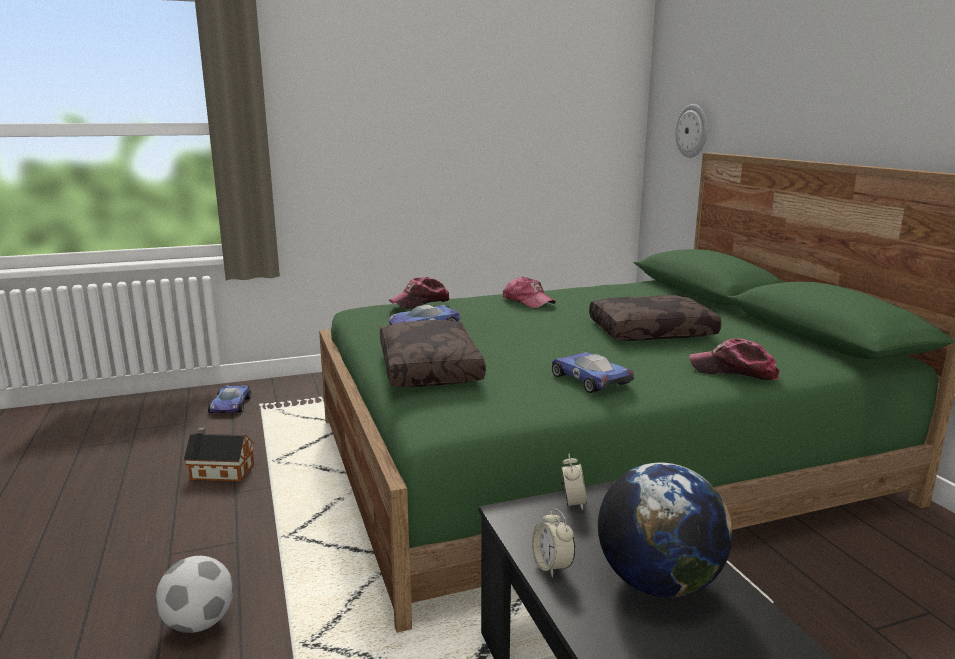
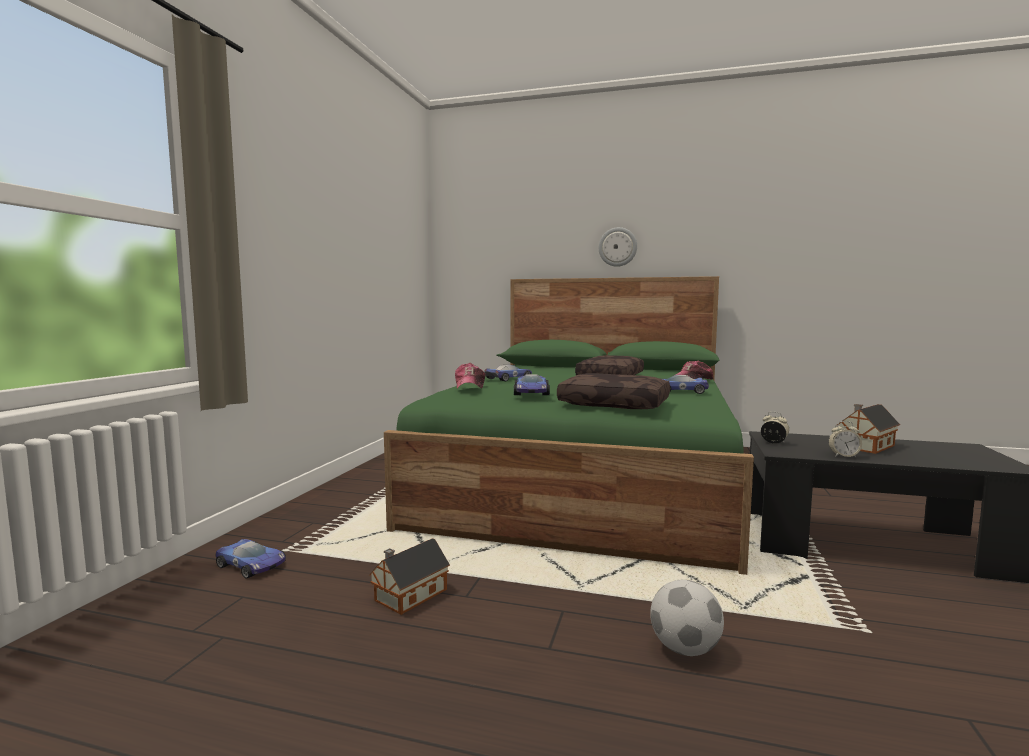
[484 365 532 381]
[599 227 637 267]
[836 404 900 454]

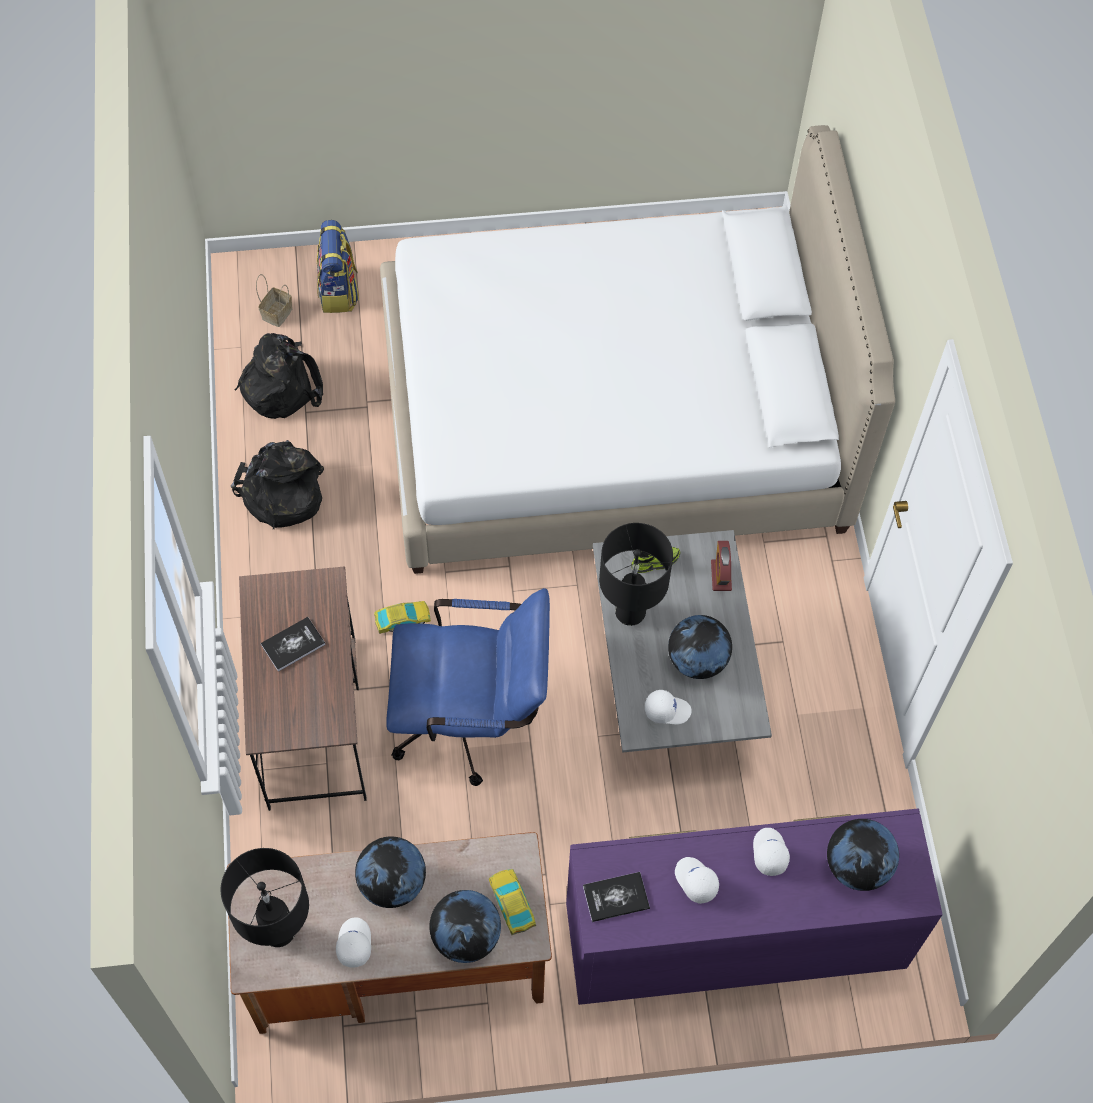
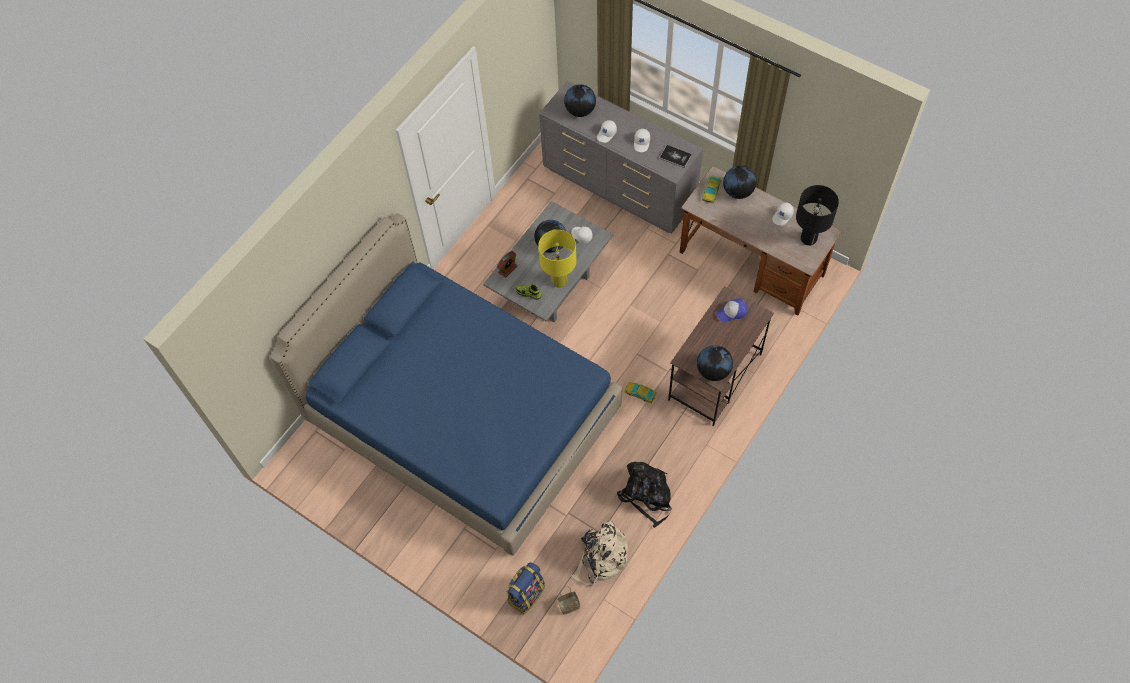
[270 213 622 555]
[538 230 576 288]
[539 81 703 234]
[571 520 629 586]
[697 345 733 381]
[716 298 748 323]
[261 617 326 672] (first image)
[386 588 550 786] (first image)

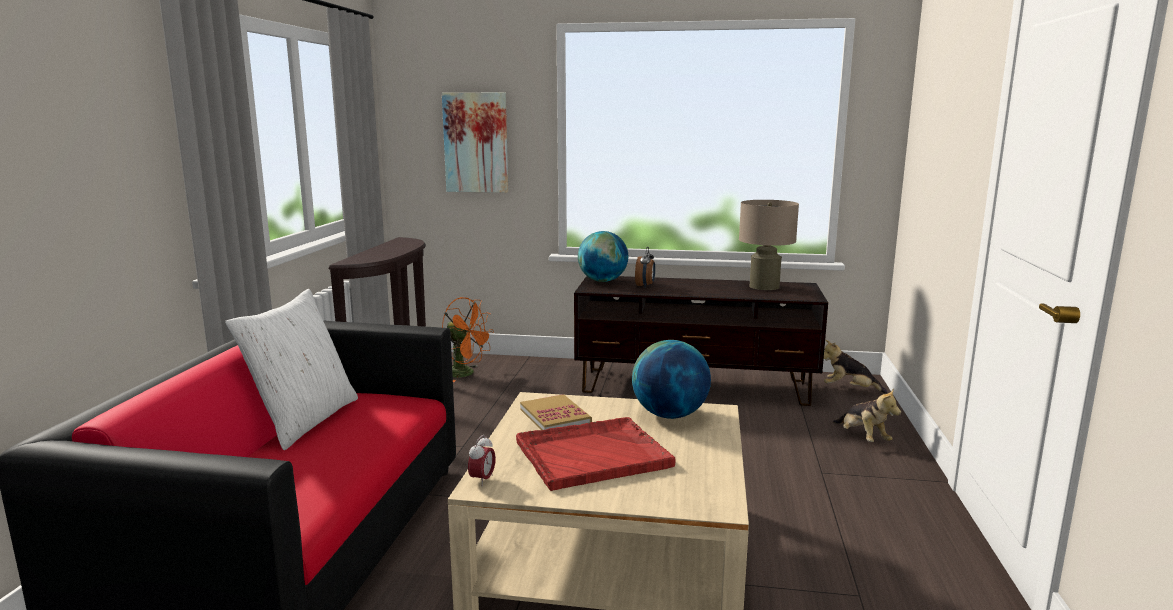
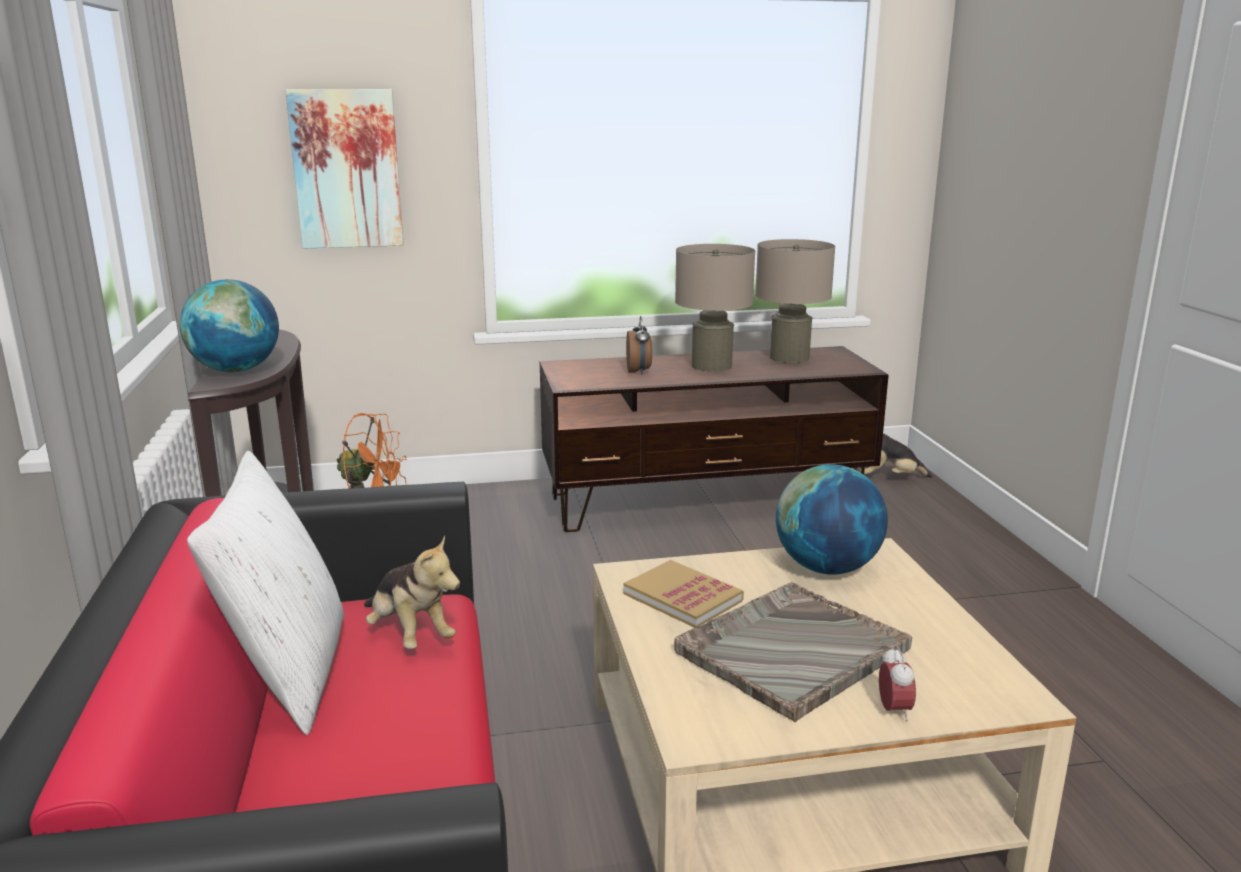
[180 279 279 372]
[364 535 460 649]
[674 582 912 722]
[675 244 755 372]
[879 646 916 721]

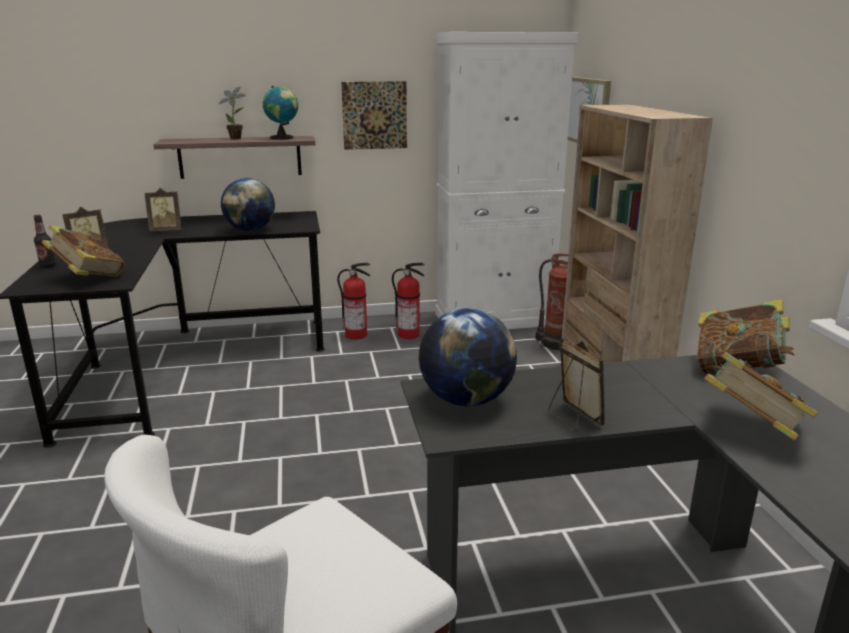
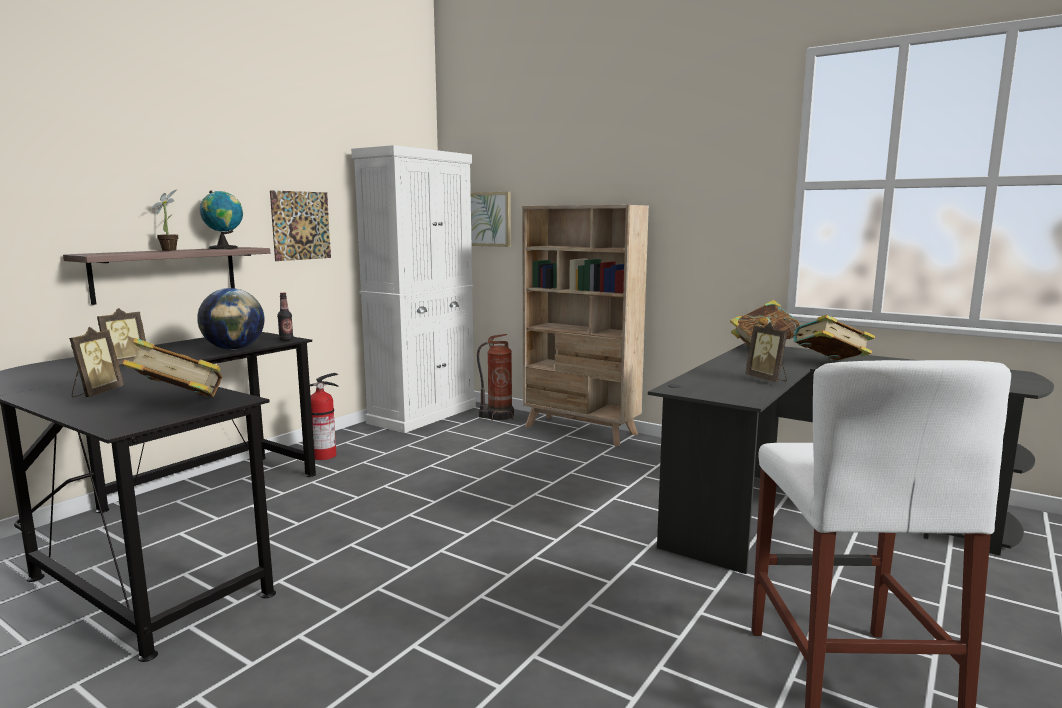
[277 293 293 341]
[745 322 788 382]
[392 263 425 339] (first image)
[419 308 517 406] (first image)

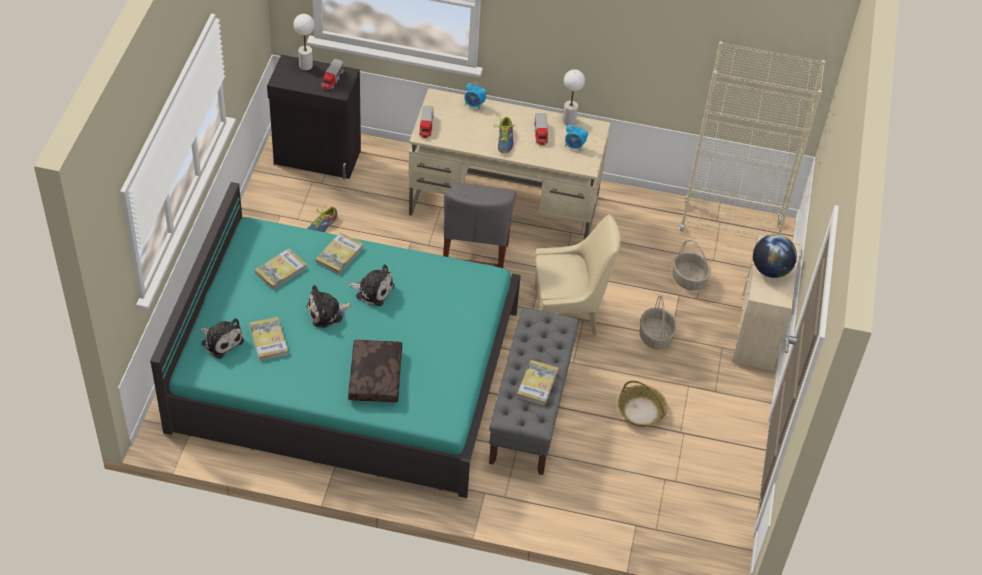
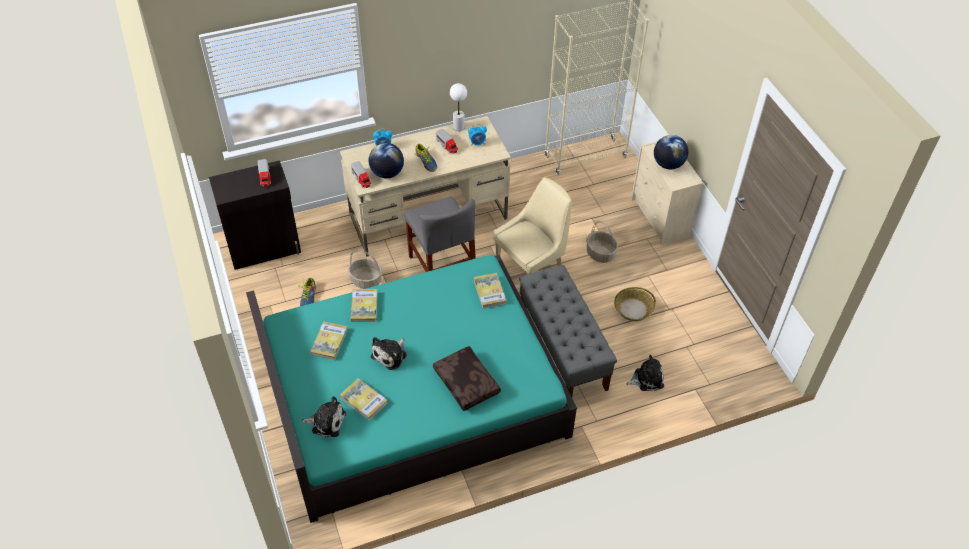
[348 249 382 289]
[369 143 404 178]
[473 273 506 308]
[626 355 664 391]
[293 14 315 70] (first image)

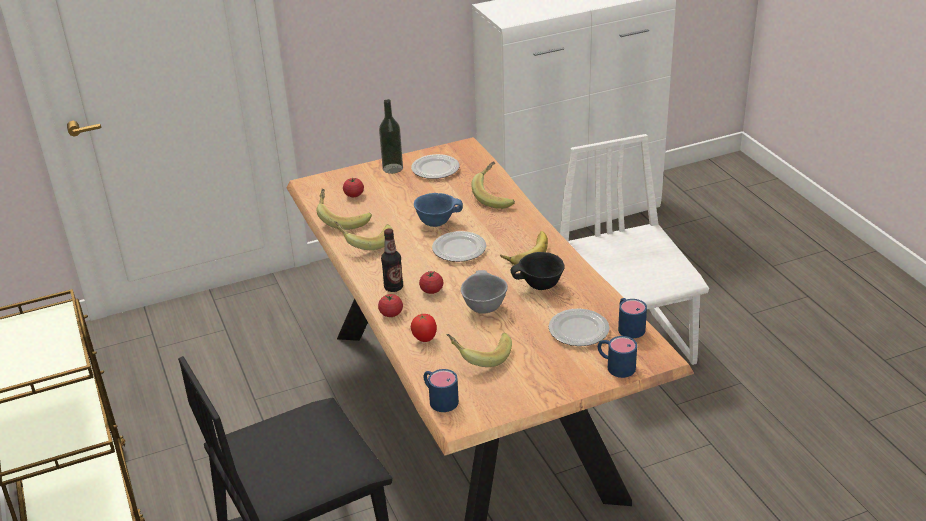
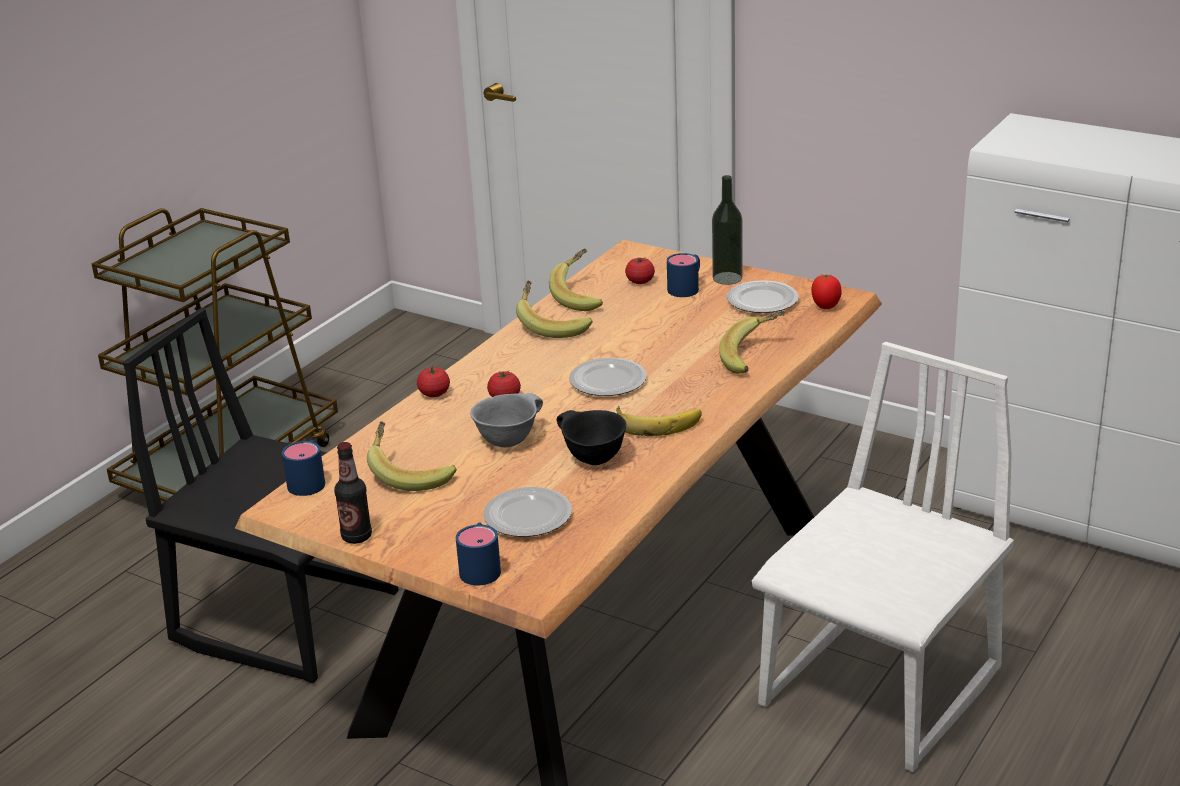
[334 442 372 544]
[667 253 700 297]
[811 274 842 309]
[414 193 463 227] (first image)

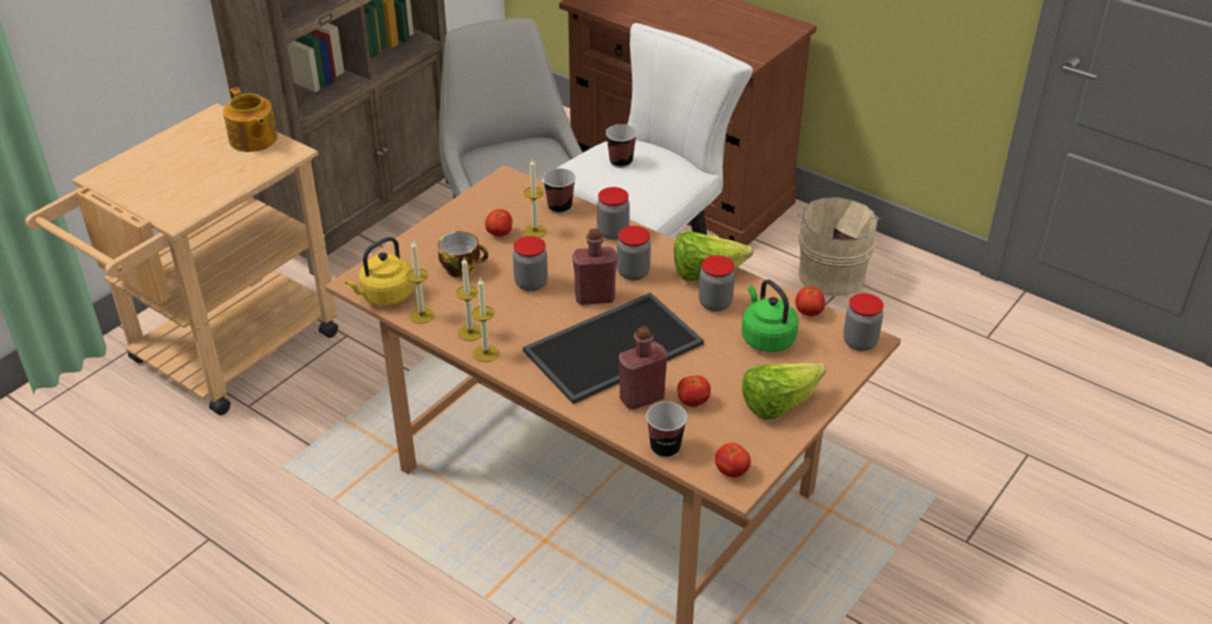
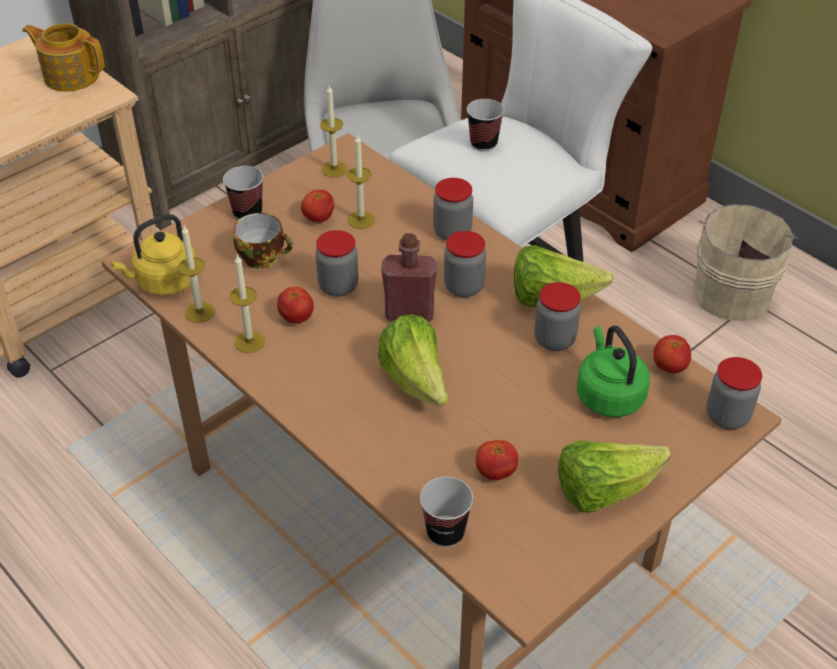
[22 23 105 92]
[223 166 263 220]
[277 287 314 324]
[320 86 348 177]
[378 314 448 406]
[619 327 668 410] (first image)

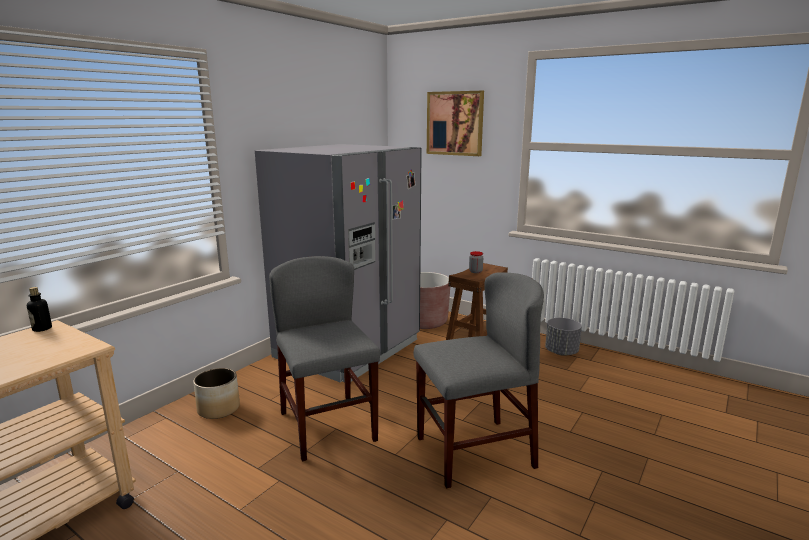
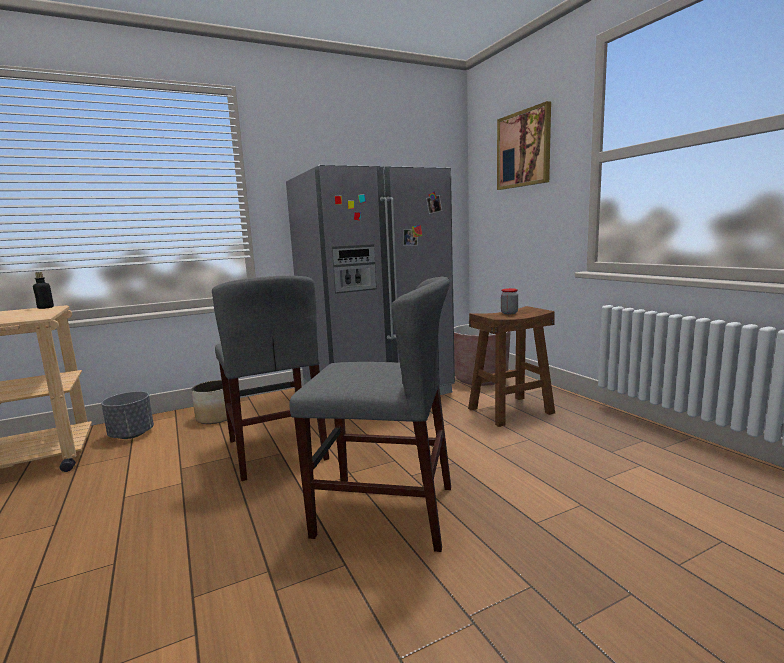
[101 391 154 439]
[212 276 329 481]

